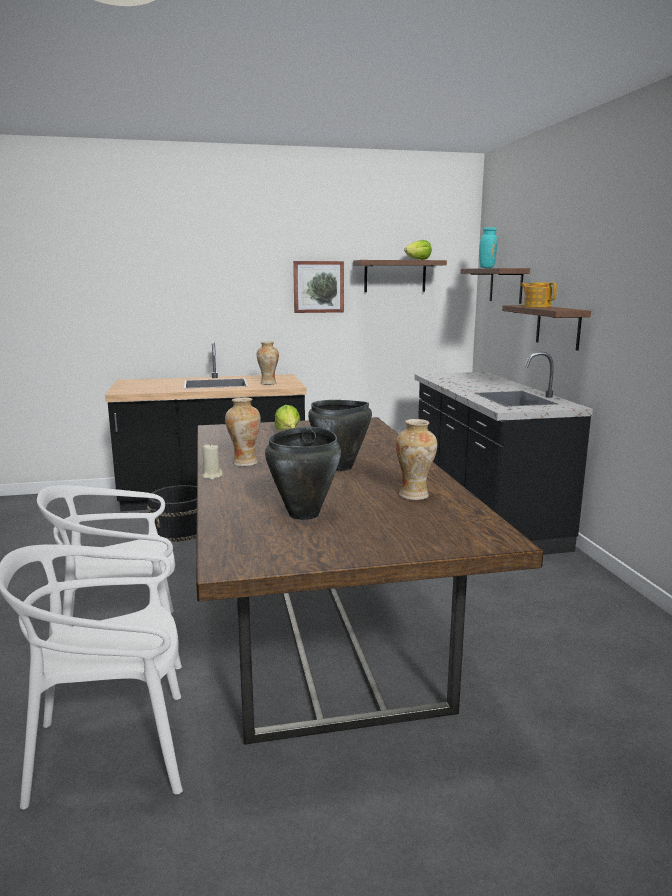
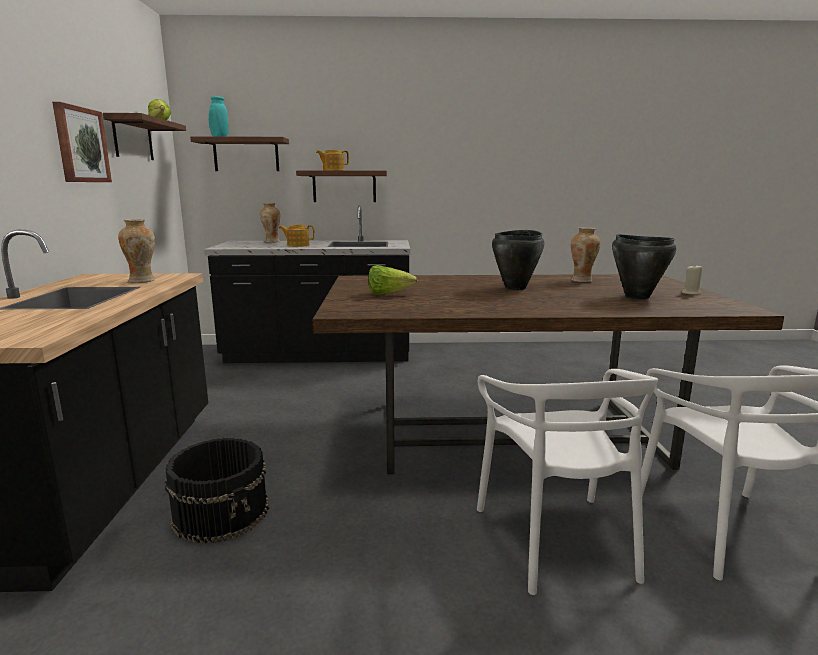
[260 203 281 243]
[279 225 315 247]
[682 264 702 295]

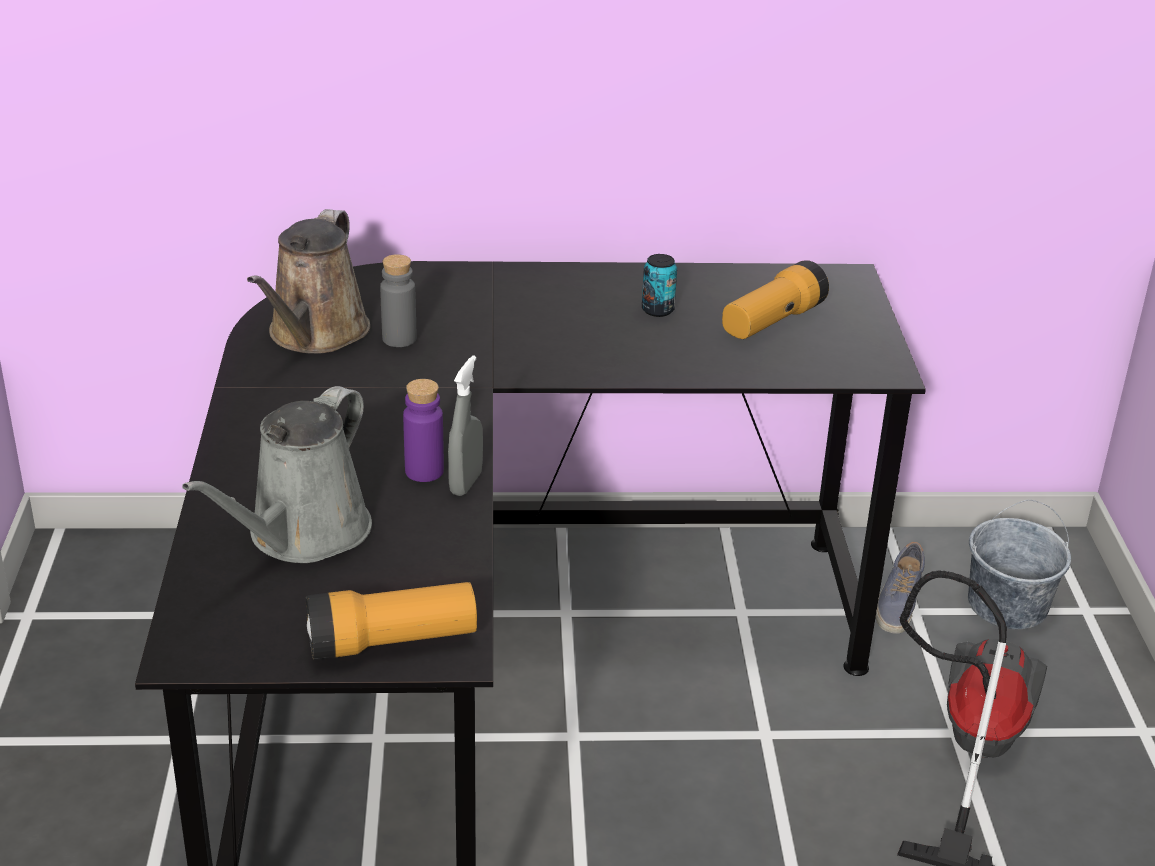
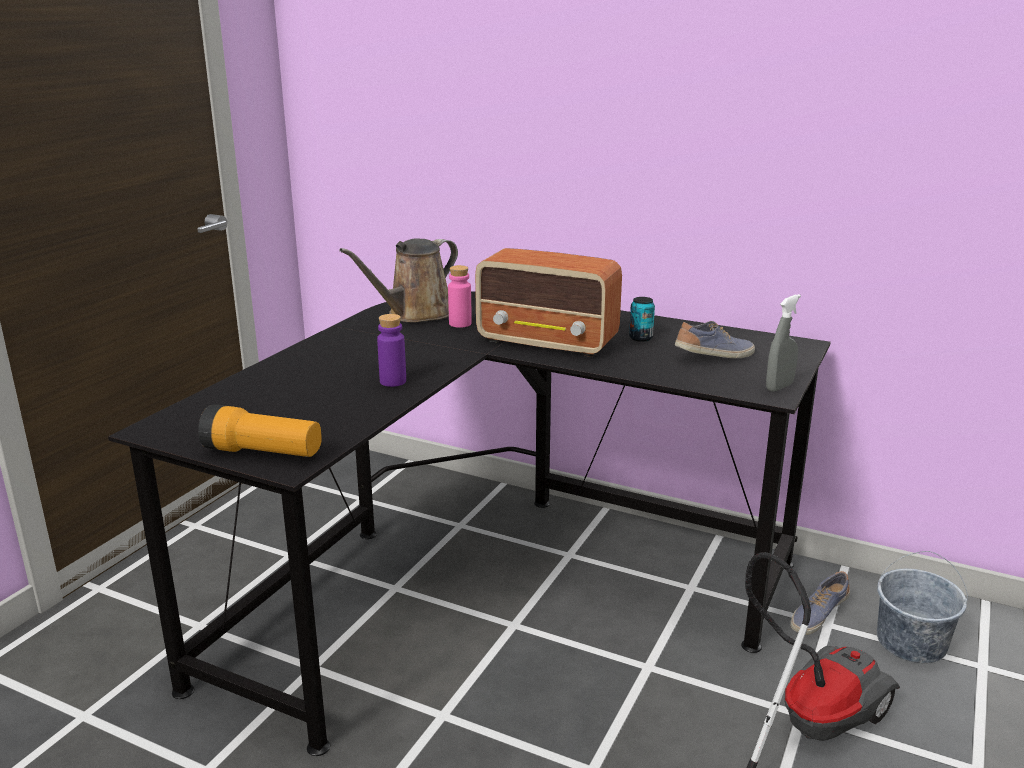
[448 265 472 328]
[475 248 622 357]
[675 321 755 359]
[766 294 801 392]
[182 386 372 563] (first image)

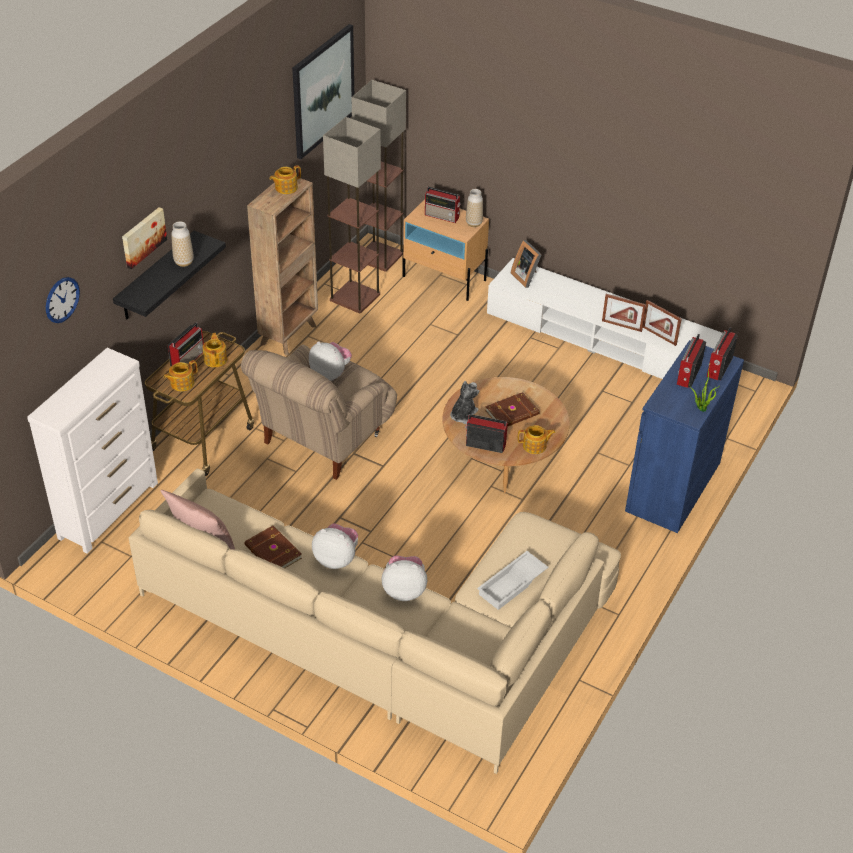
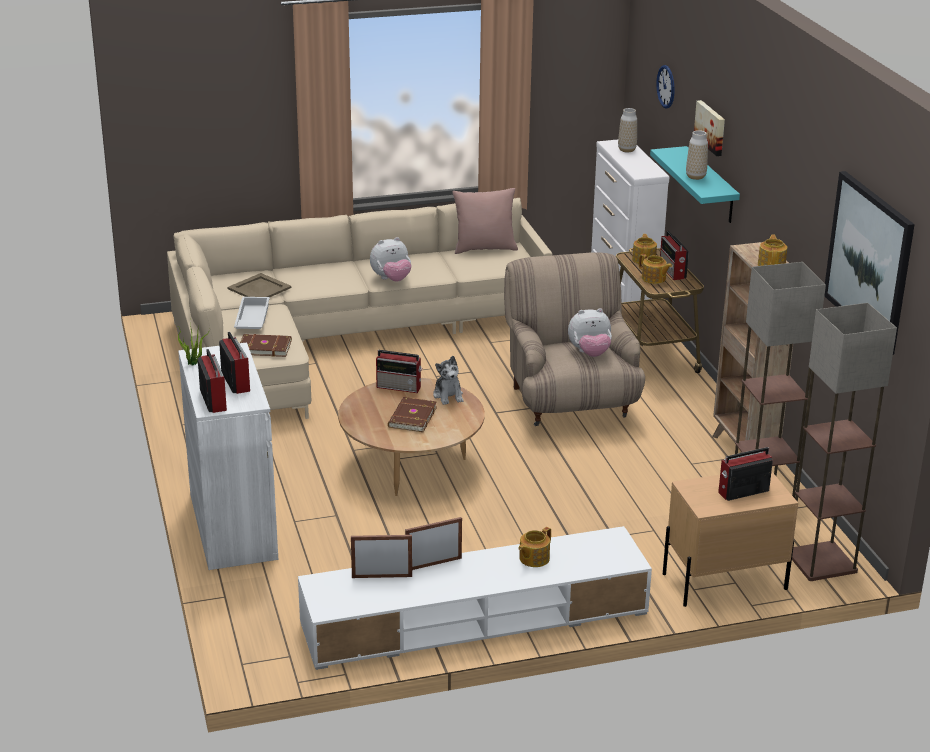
[178 342 278 570]
[228 273 291 297]
[240 334 292 357]
[376 350 422 393]
[518 527 551 567]
[618 108 637 152]
[650 146 740 223]
[381 556 427 601] (first image)
[511 240 542 288] (first image)

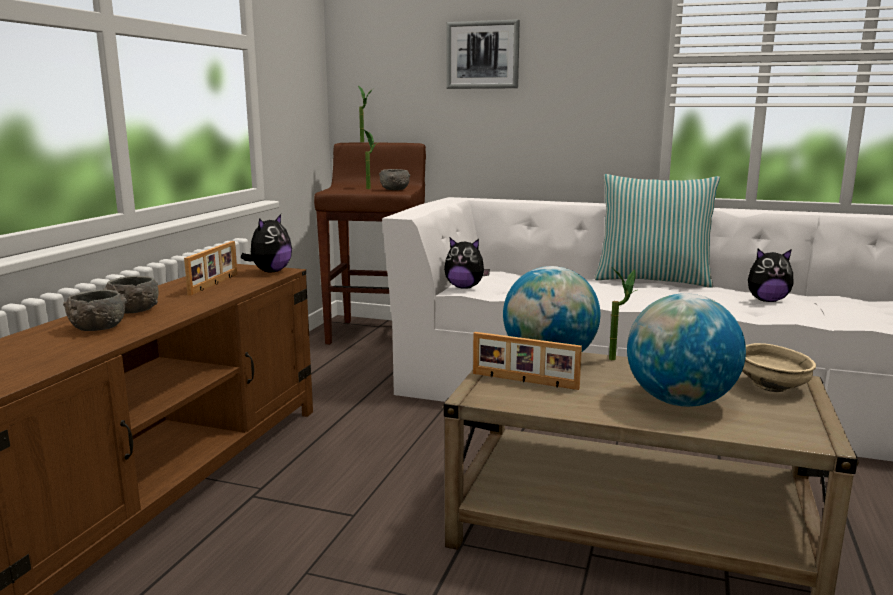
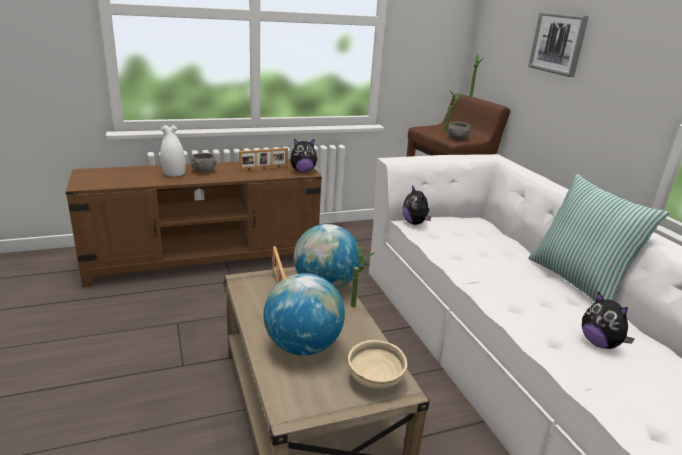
[160 125 186 177]

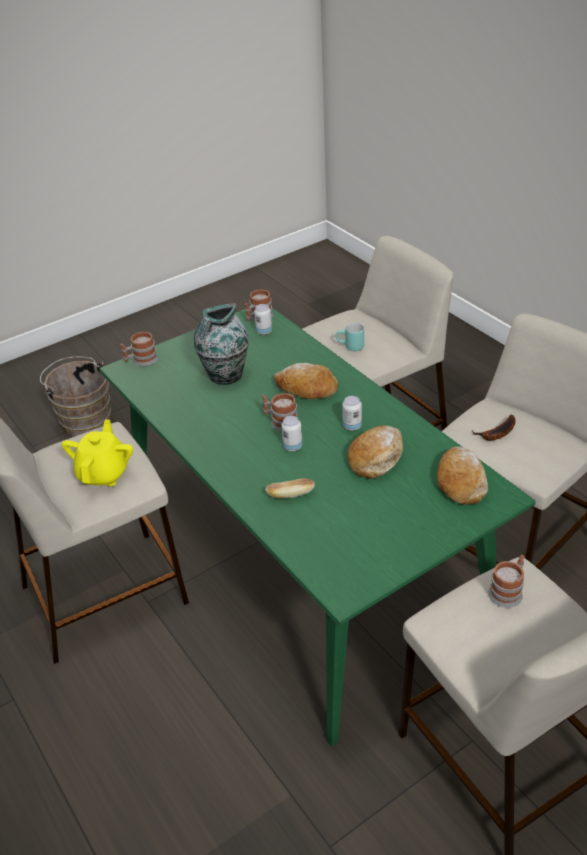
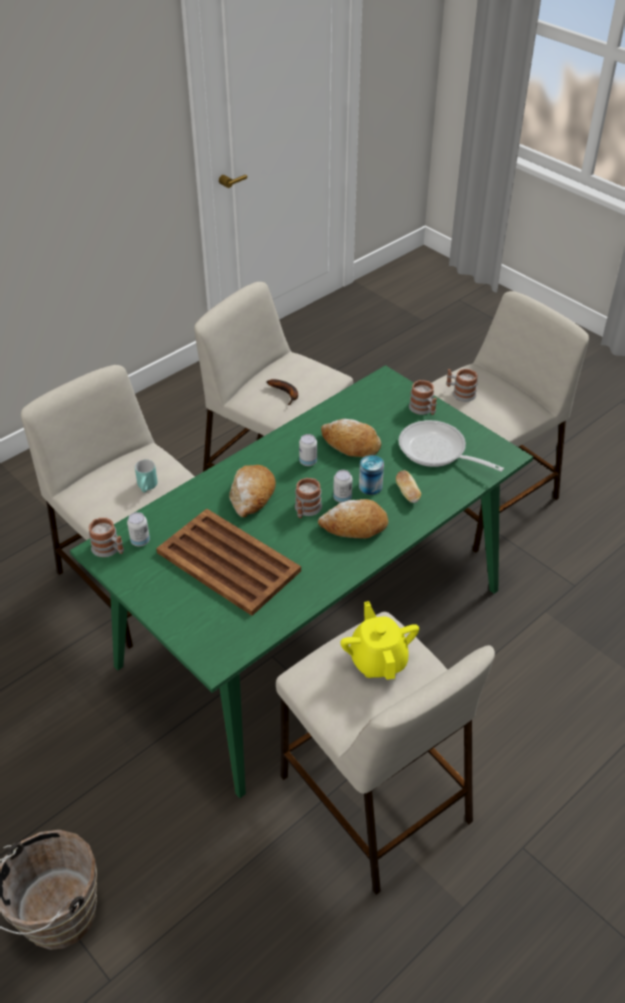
[156 509 301 616]
[318 499 389 538]
[340 601 419 680]
[359 455 384 495]
[399 420 504 472]
[409 380 437 415]

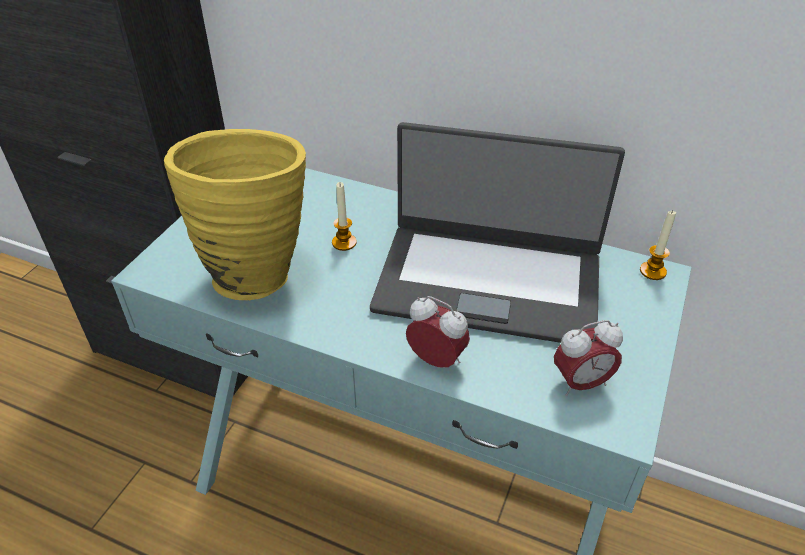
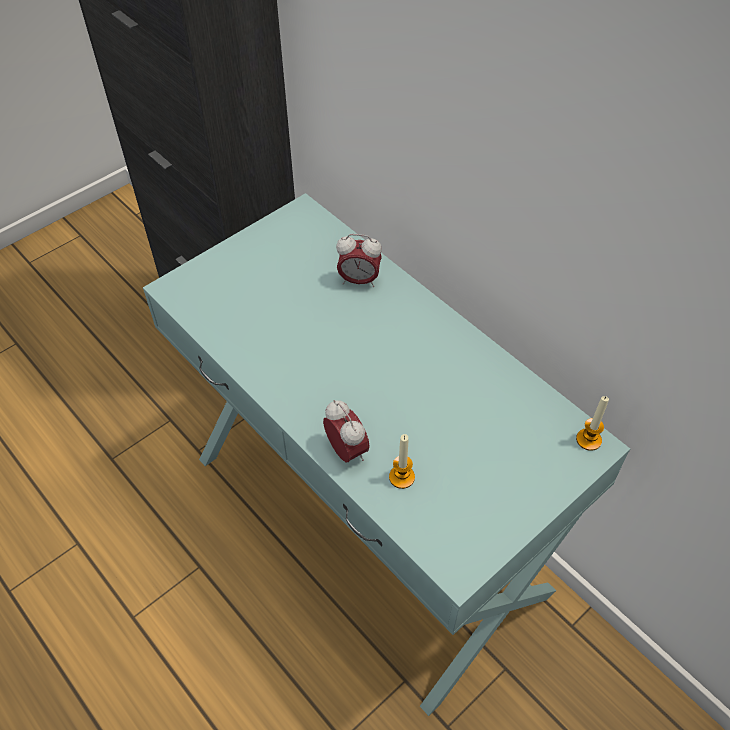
[336 234 382 287]
[389 434 415 489]
[164 129 306 300] (first image)
[370 122 625 343] (first image)

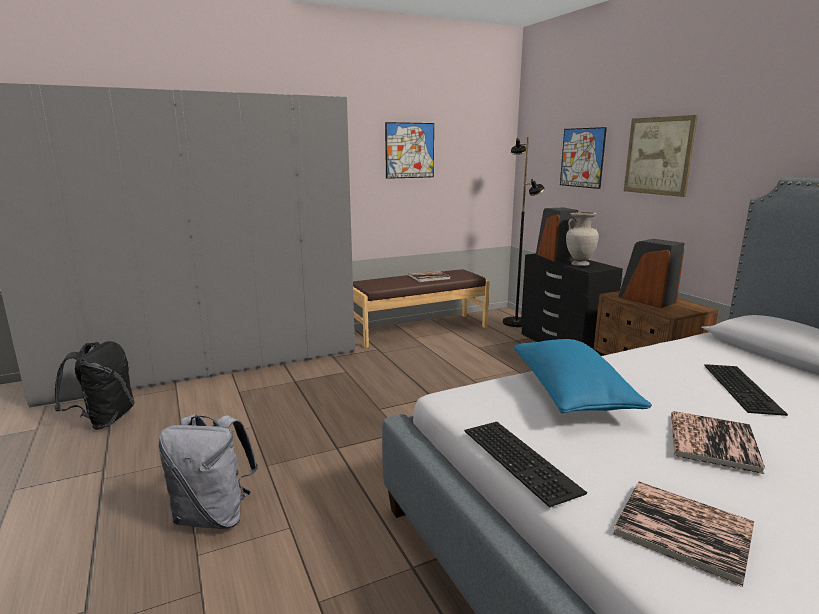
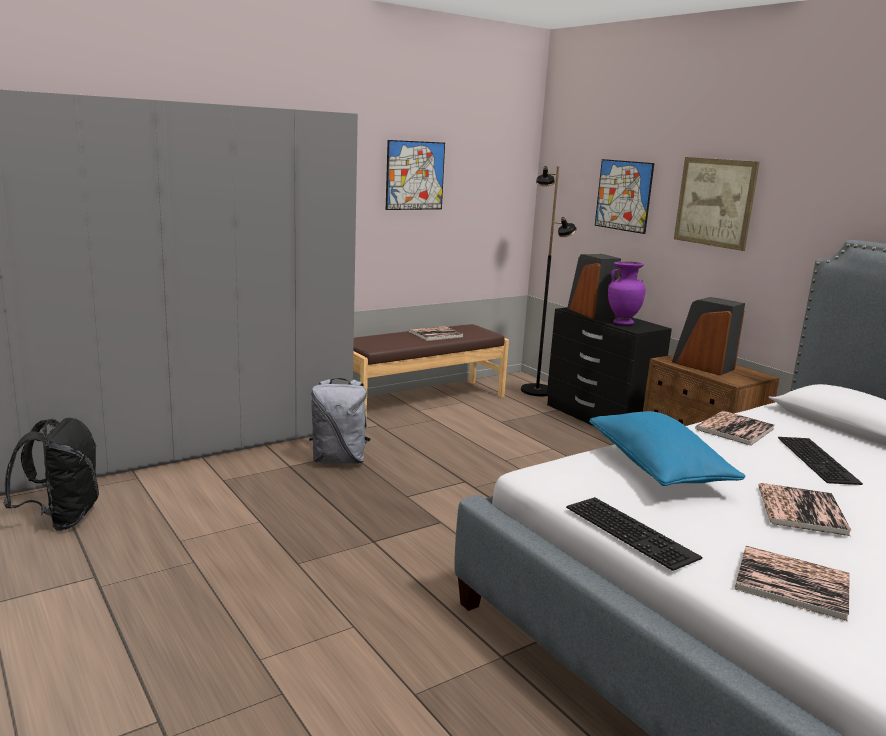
[309 378 371 464]
[608 261 645 325]
[695 411 774 446]

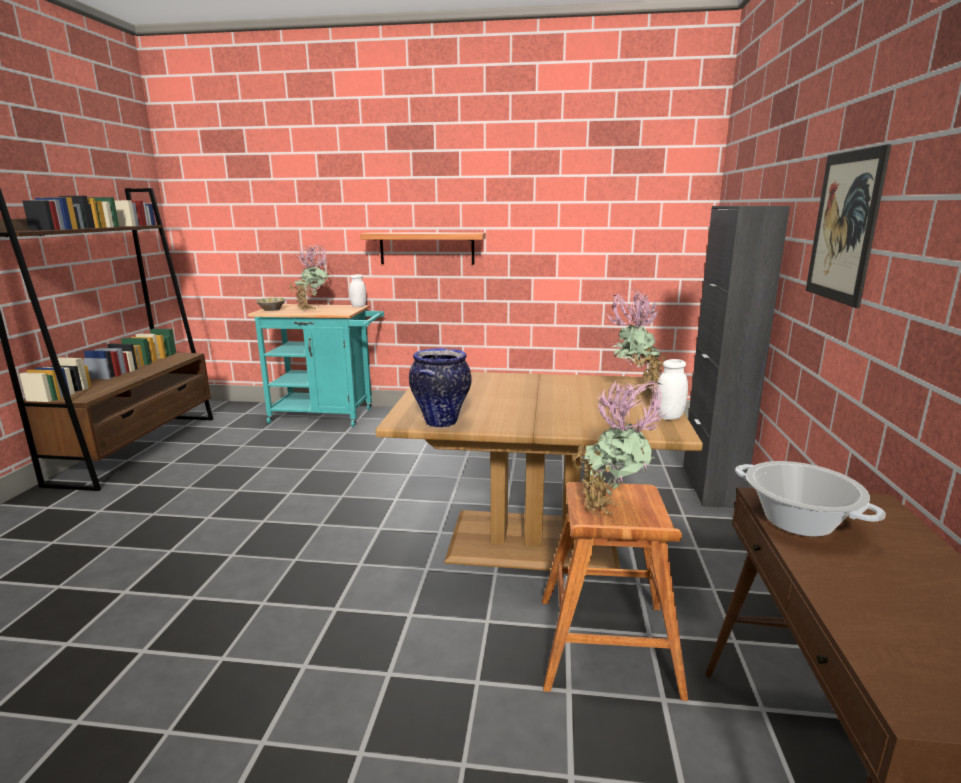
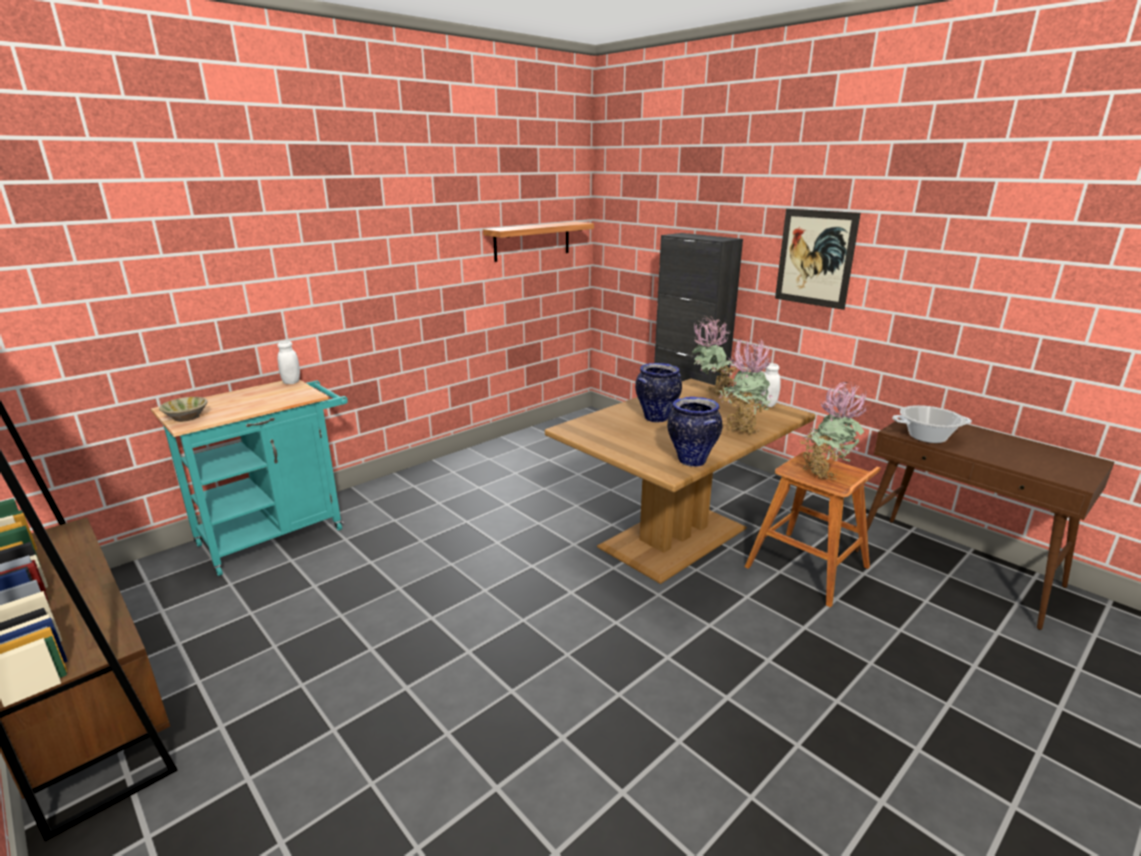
[483 222 594 262]
[635 363 682 422]
[719 338 774 435]

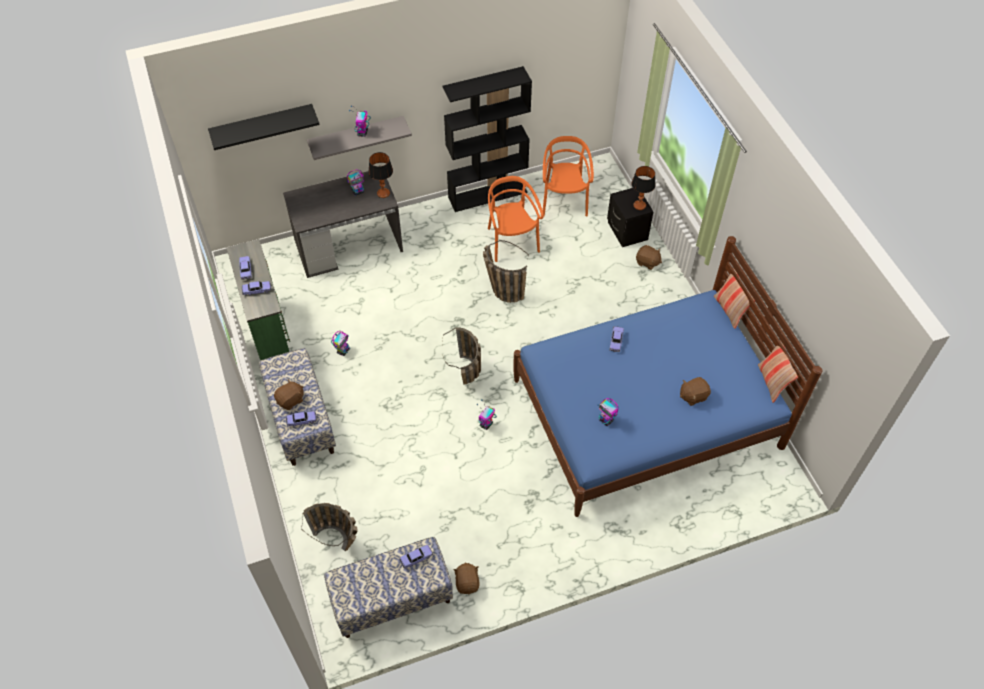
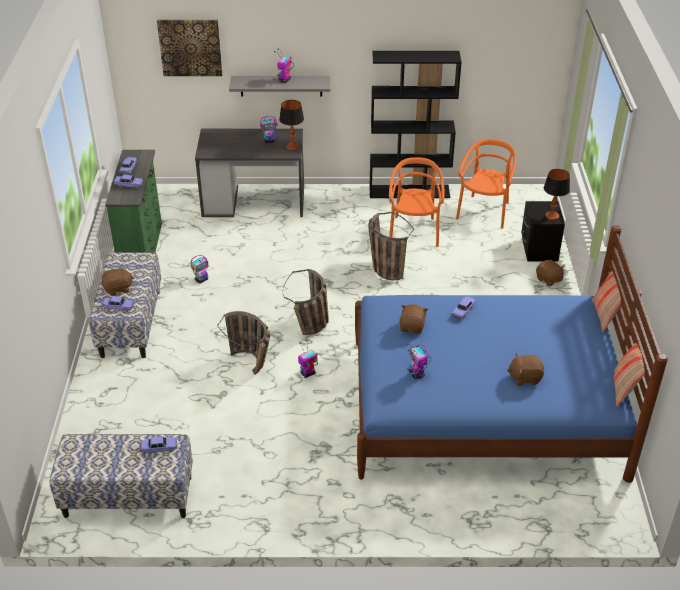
[157 19 222 76]
[217 311 270 375]
[399 304 428 334]

